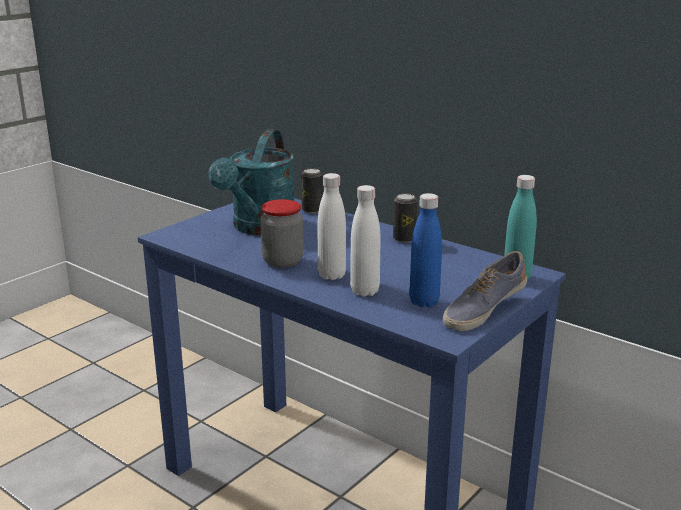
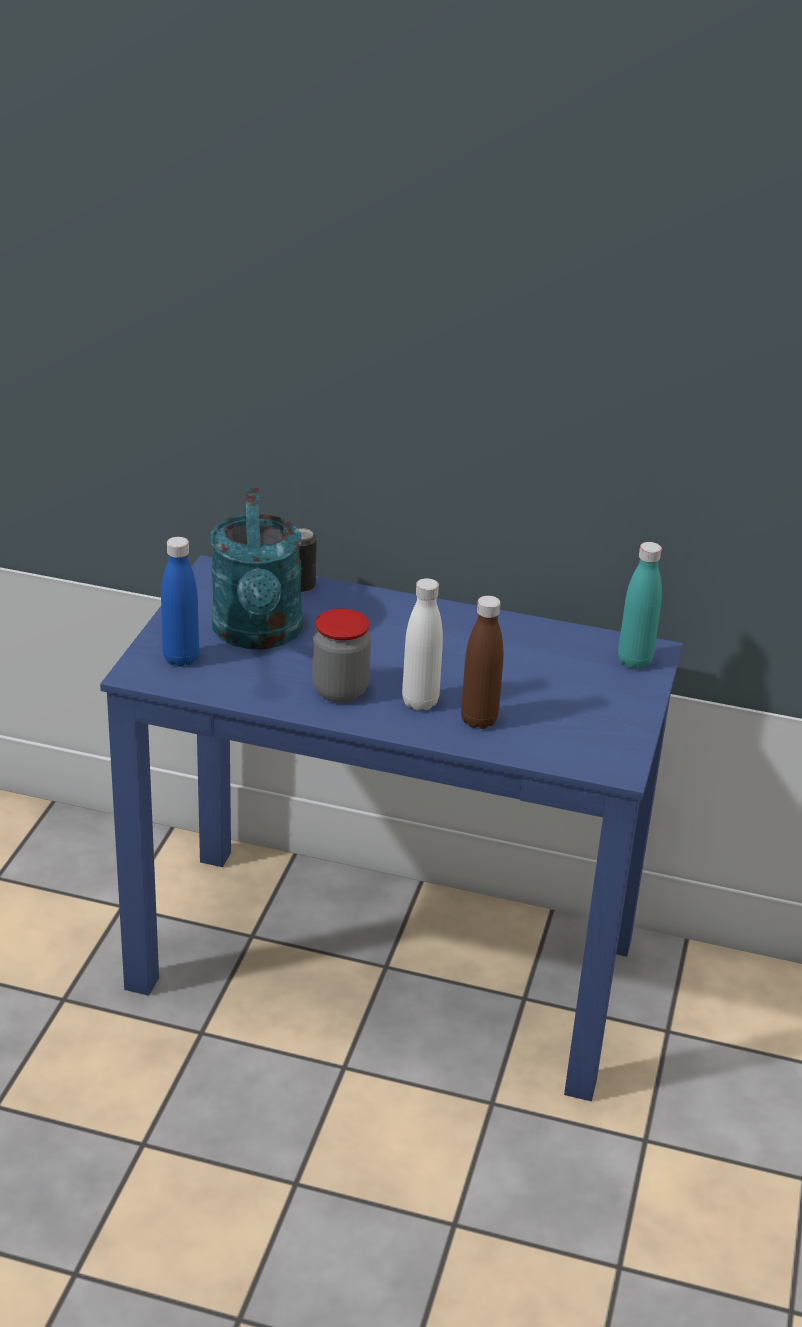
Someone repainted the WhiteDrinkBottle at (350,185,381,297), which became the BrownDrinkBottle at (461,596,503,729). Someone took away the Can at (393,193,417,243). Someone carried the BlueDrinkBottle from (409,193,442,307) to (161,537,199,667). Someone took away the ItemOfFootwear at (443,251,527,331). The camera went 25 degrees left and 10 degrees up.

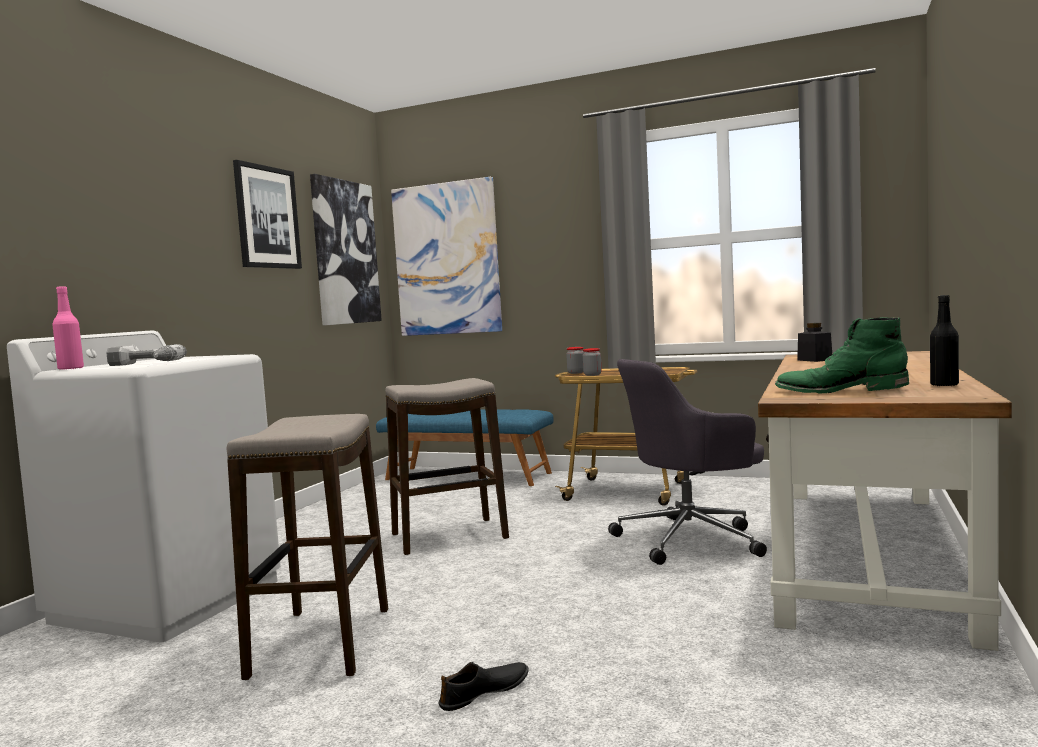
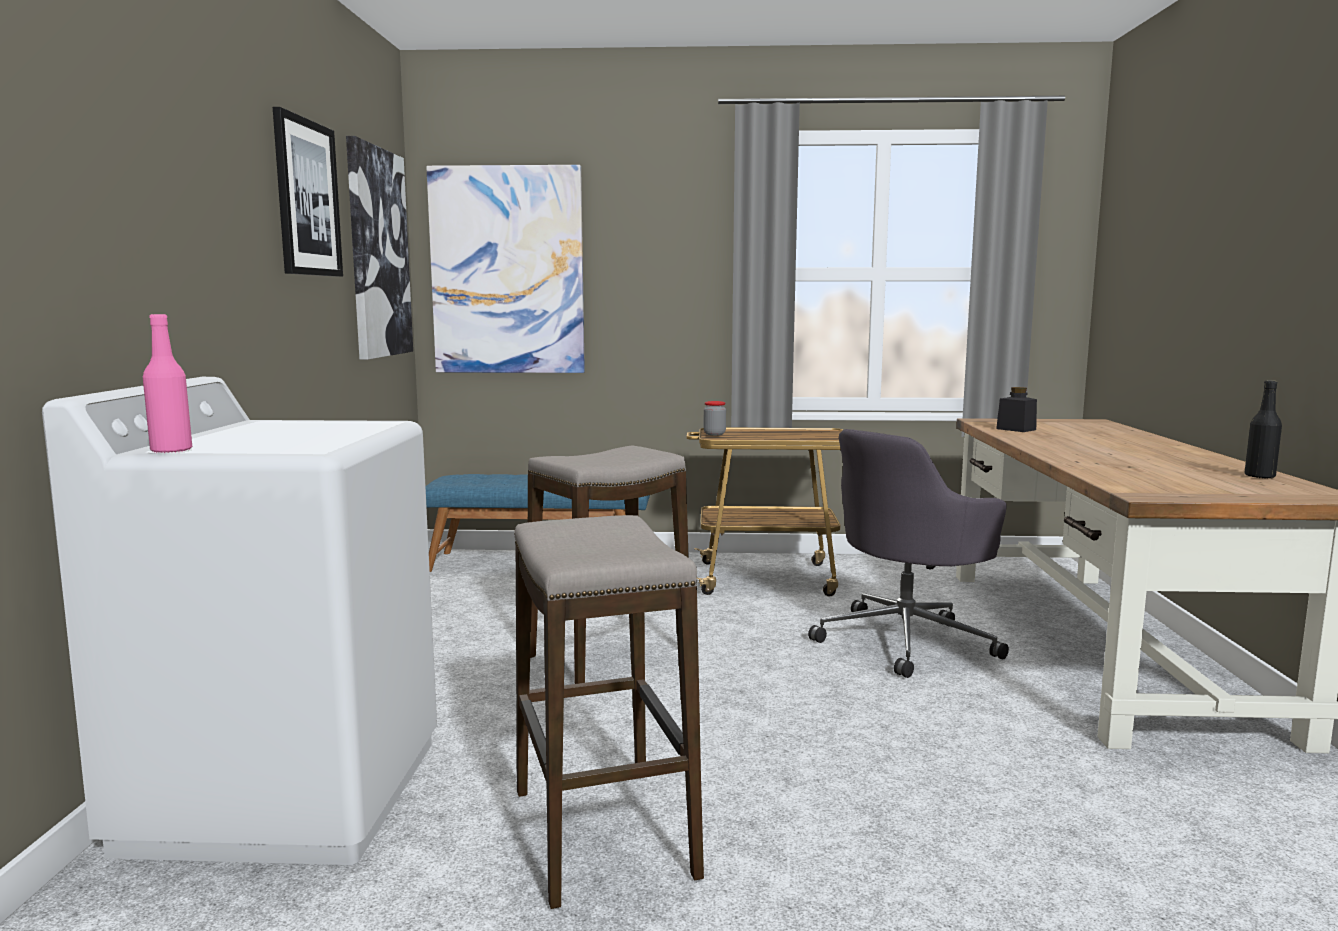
Someone took away the GreenColouredBoot at (775,317,909,393). Someone took away the Drill at (106,344,187,366). Someone took away the StorageJar at (583,348,602,376). Someone took away the BlackColouredItemOfFootwear at (439,662,529,711). The camera went 20 degrees left and 5 degrees up.

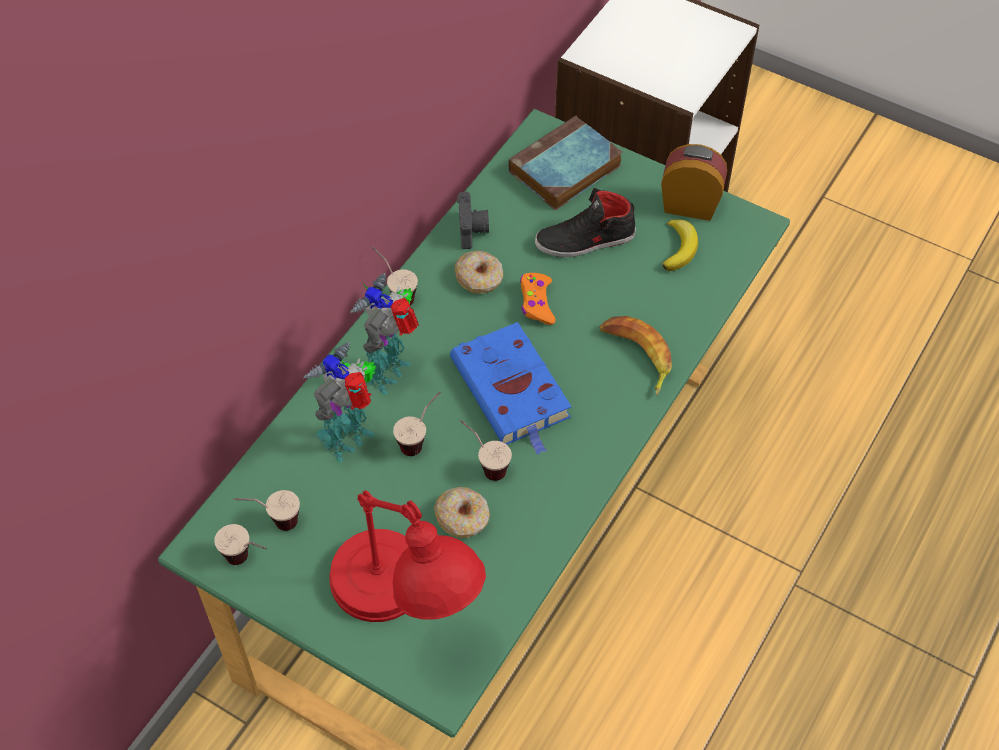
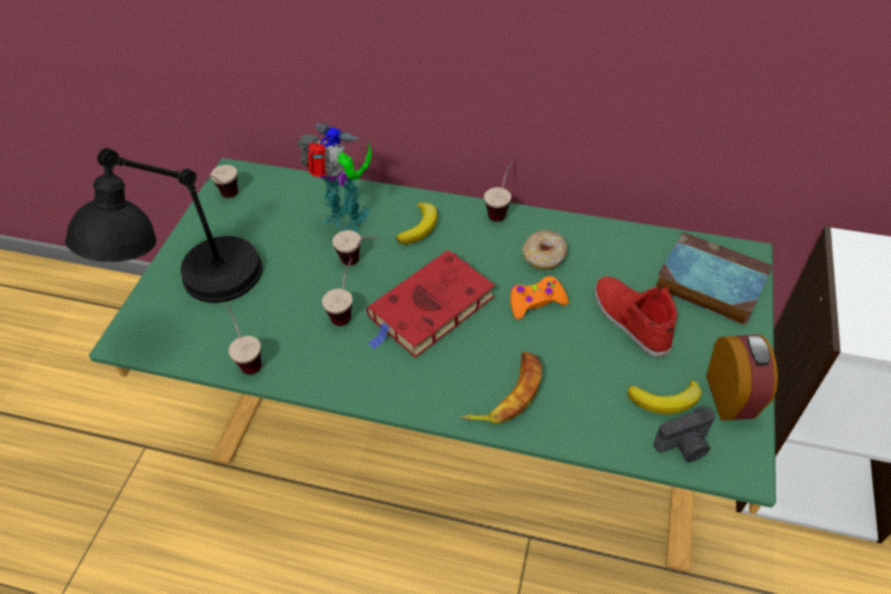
Someone repainted the BlackColouredItemOfFootwear at (535,188,636,257), which became the ReddishItemOfFootwear at (595,276,678,357). Someone carried the PhotoCamera from (457,192,489,249) to (654,406,715,462). Someone swapped the RobotFigure at (350,273,419,395) for the WholeBanana at (396,203,437,244). Someone repainted the BlueVolume at (450,322,572,455), which became the ReddishVolume at (366,250,495,358). Someone took away the Doughnut at (434,487,490,538). Someone carried the SmallCup from (234,490,300,531) to (228,305,262,375). Someone repainted the ReddishTabletopLamp at (330,490,486,622), which became the BlackColouredTabletopLamp at (65,148,263,303). The camera went 75 degrees right and 5 degrees down.

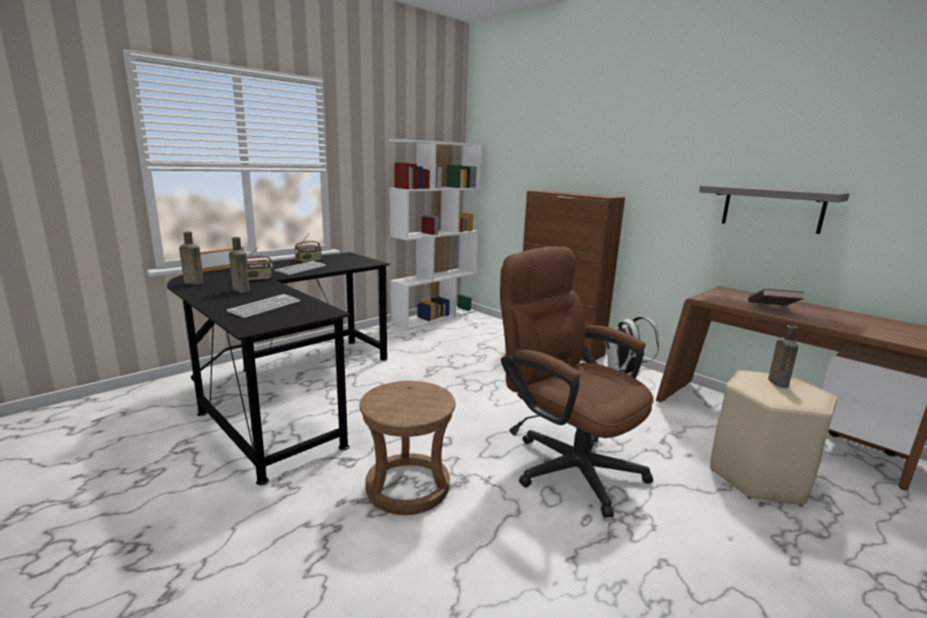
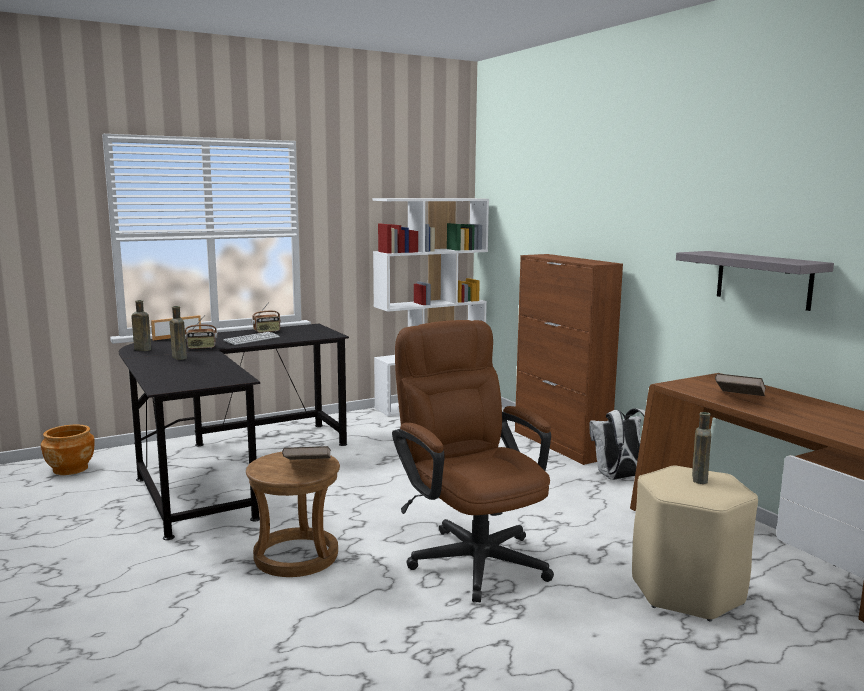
Someone took away the Keyboard at (227,294,300,318). Someone put down the BrownFlowerPot at (41,424,95,475). Someone put down the BrownVolume at (282,446,331,460). The camera went 15 degrees right and 5 degrees down.

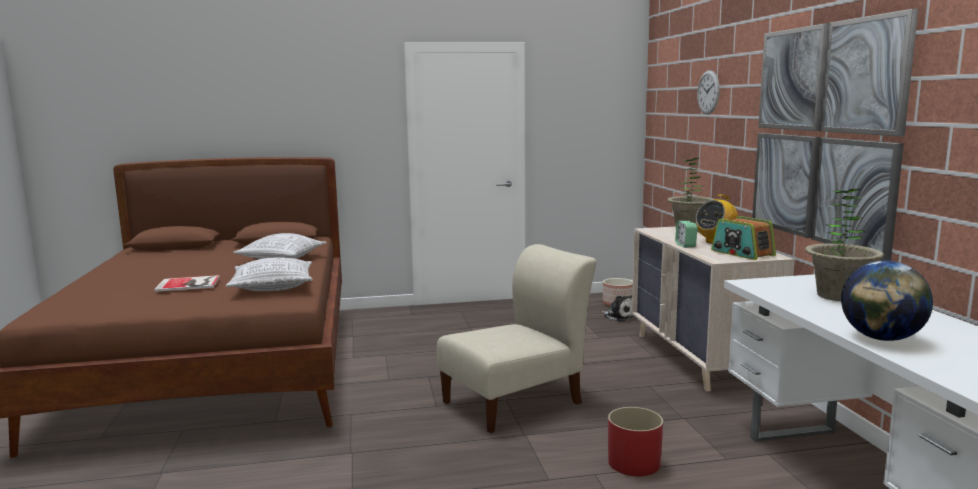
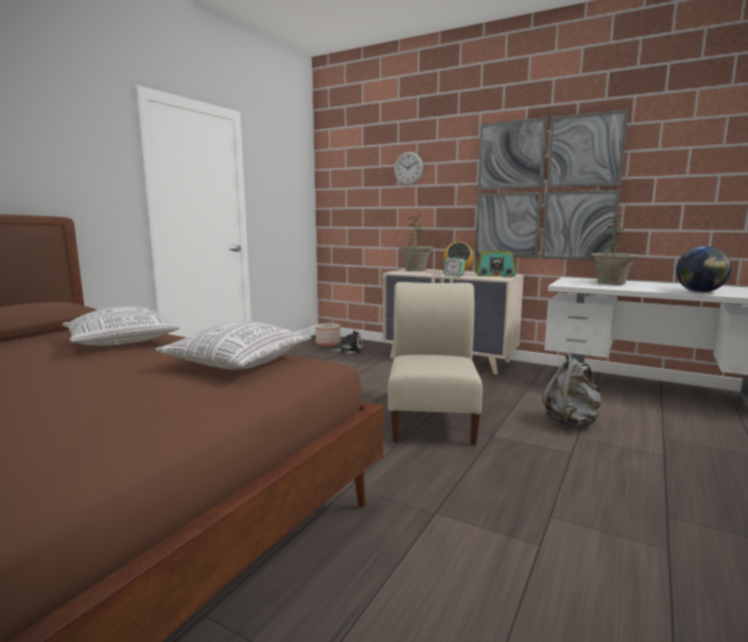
Someone took away the Volume at (154,275,220,292). Someone swapped the ReddishFlowerPot at (608,407,663,476) for the GreyKnapsack at (542,353,602,427). The camera went 50 degrees left and 0 degrees up.

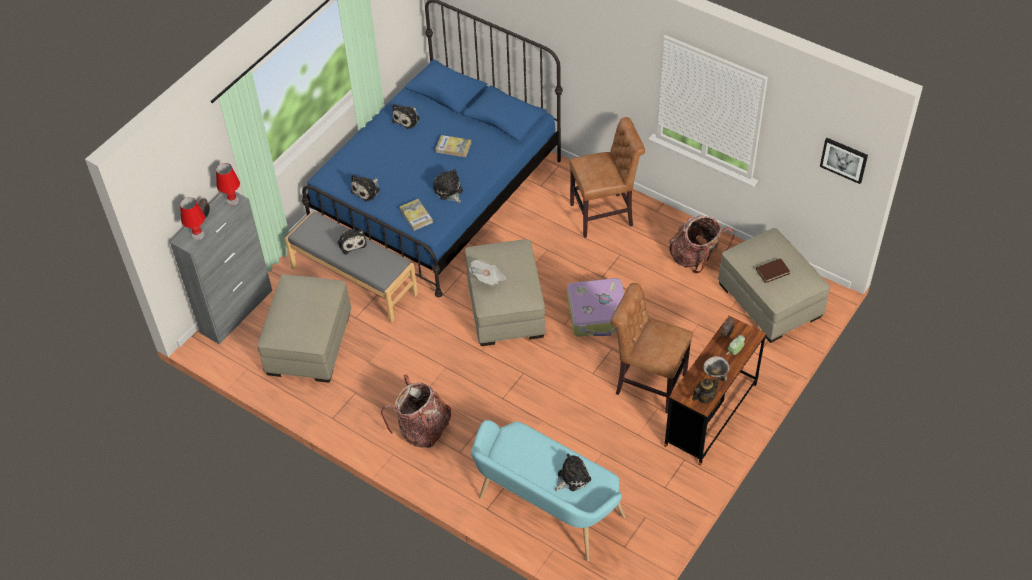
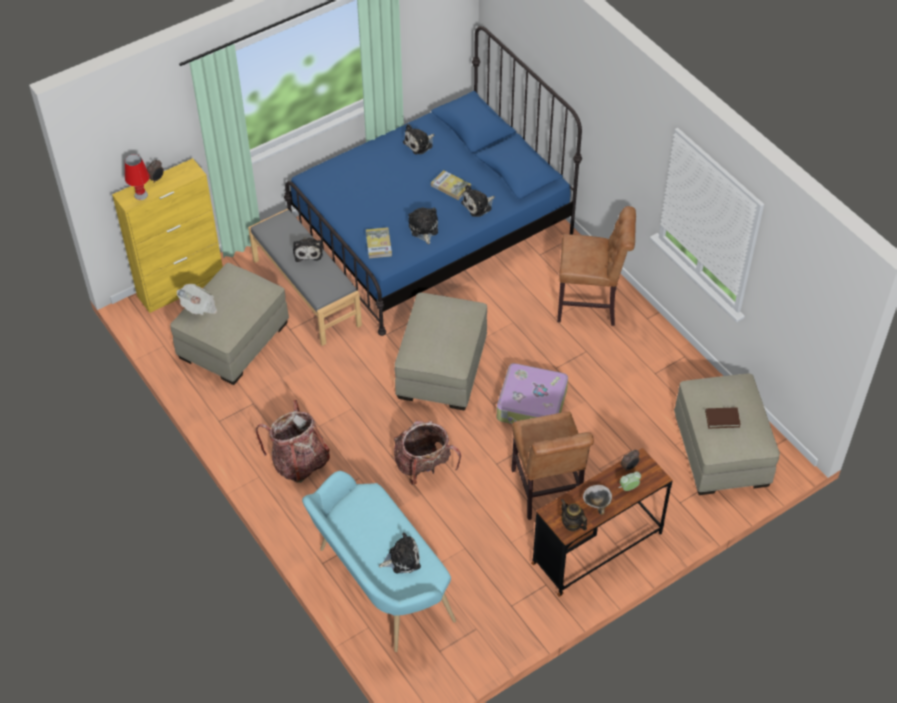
Someone took away the Picture at (820,138,868,184). Someone took away the ReddishTabletopLamp at (216,163,240,205). Someone carried the SoftToy from (351,174,380,202) to (461,185,495,217). Someone repainted the GreyCupboard at (170,192,272,344), which became the YellowCupboard at (112,158,223,313). Someone carried the Knapsack from (669,215,734,274) to (394,421,461,485). Someone carried the PrintedPaper from (469,260,507,286) to (177,284,217,315). Someone rotated the BrownChair at (611,283,693,414) by 150 degrees counterclockwise. Someone rotated the TeaPot at (692,377,720,403) by 120 degrees counterclockwise. The camera went 20 degrees right and 0 degrees up.

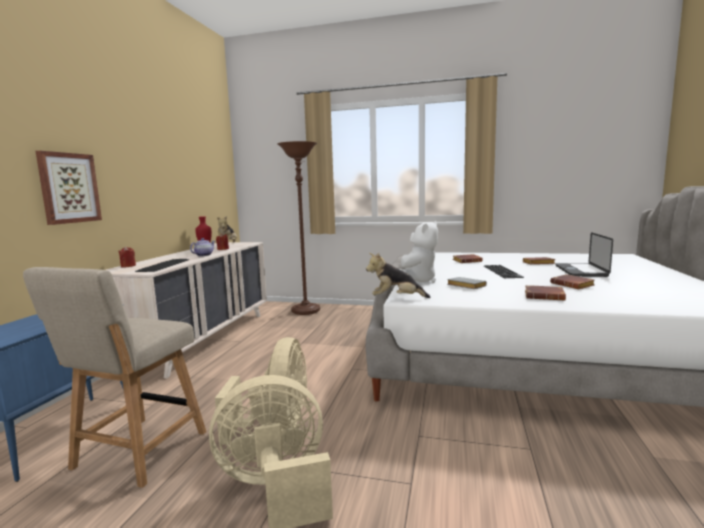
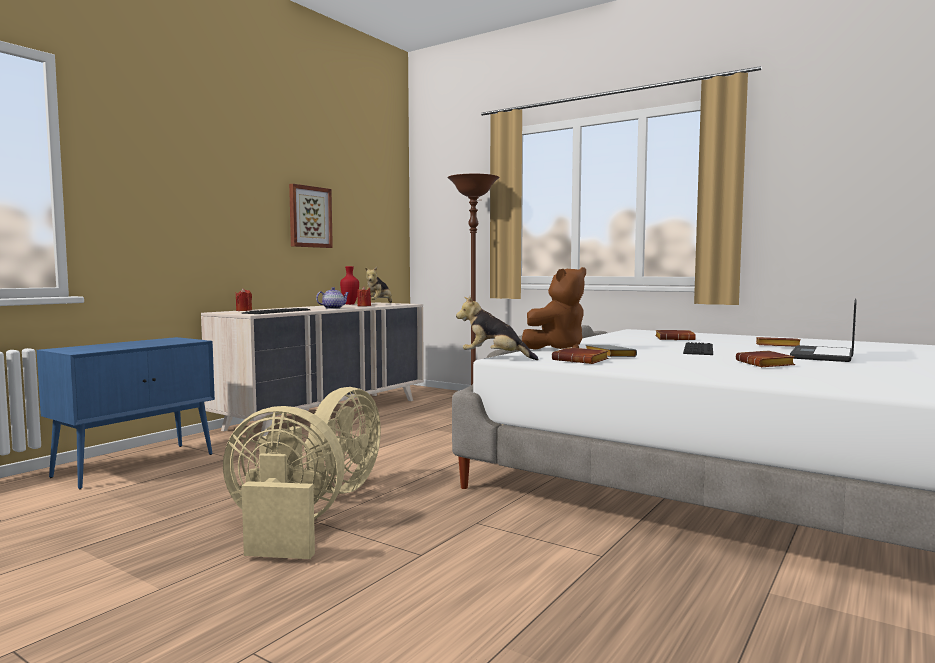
Someone carried the Picture from (36,151,102,225) to (289,184,333,248). Someone repainted the WhiteSoftToy at (400,221,438,283), which became the BrownSoftToy at (522,267,586,350). Someone took away the SandColouredChair at (23,267,207,488). Someone carried the BrownVolume from (525,285,566,301) to (552,347,608,364). The camera went 20 degrees right and 5 degrees down.

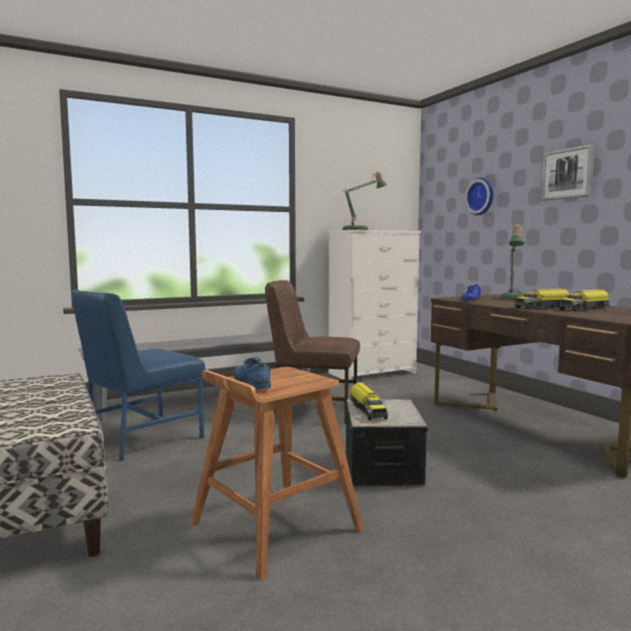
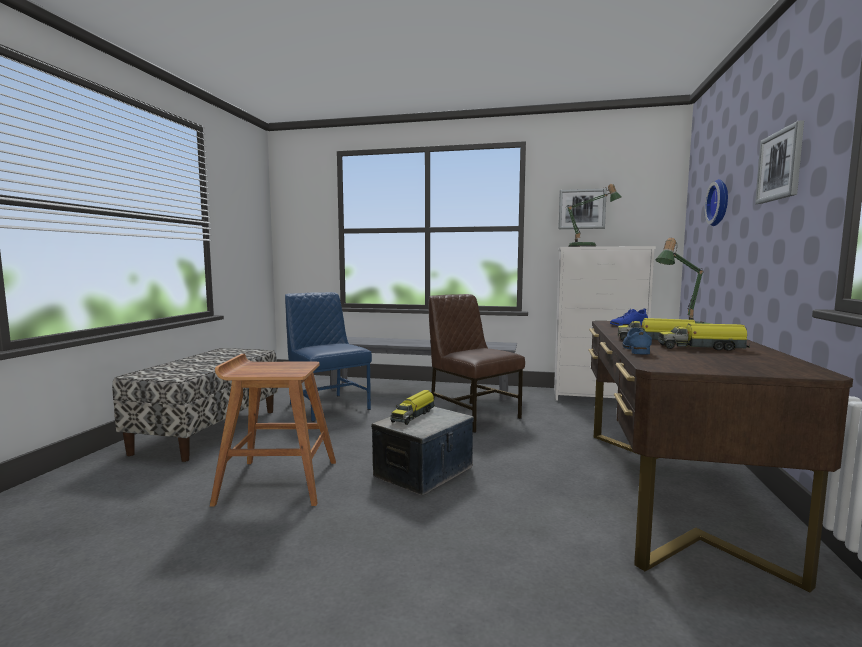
Someone rotated the BlueChair at (71,290,205,461) by 60 degrees clockwise. Someone carried the BlueItemOfFootwear from (233,357,271,389) to (622,328,652,355). Someone put up the Picture at (558,189,607,229). The camera went 40 degrees right and 0 degrees up.

